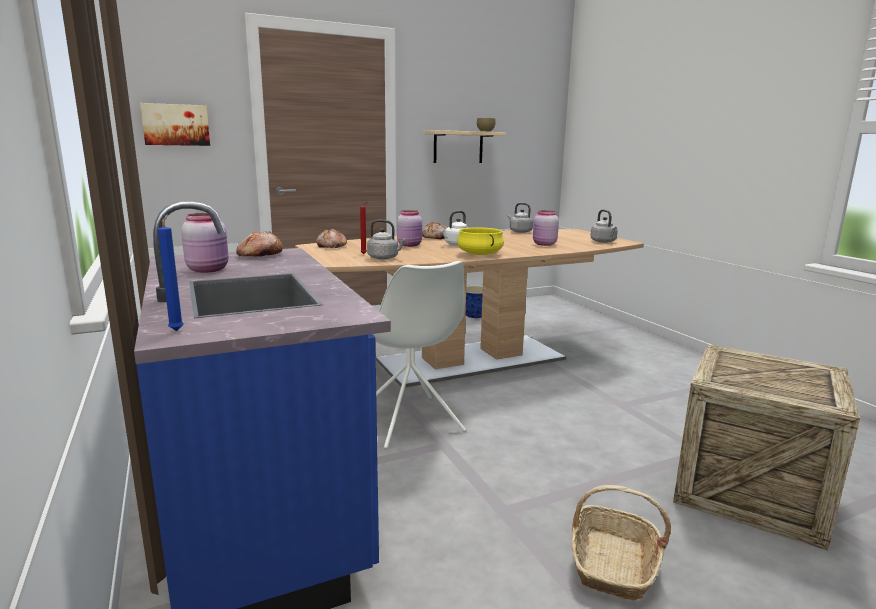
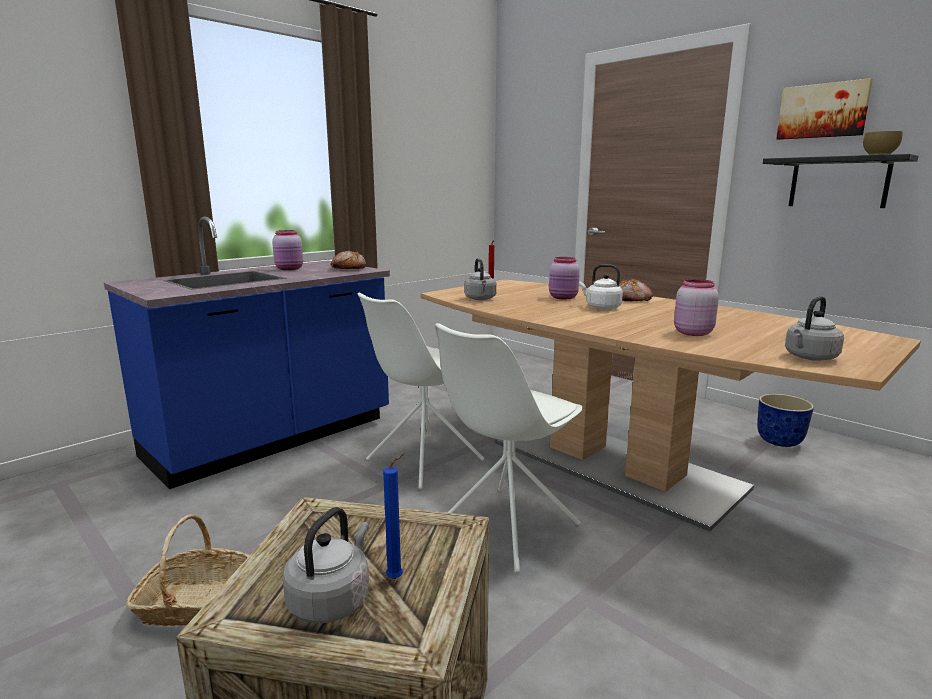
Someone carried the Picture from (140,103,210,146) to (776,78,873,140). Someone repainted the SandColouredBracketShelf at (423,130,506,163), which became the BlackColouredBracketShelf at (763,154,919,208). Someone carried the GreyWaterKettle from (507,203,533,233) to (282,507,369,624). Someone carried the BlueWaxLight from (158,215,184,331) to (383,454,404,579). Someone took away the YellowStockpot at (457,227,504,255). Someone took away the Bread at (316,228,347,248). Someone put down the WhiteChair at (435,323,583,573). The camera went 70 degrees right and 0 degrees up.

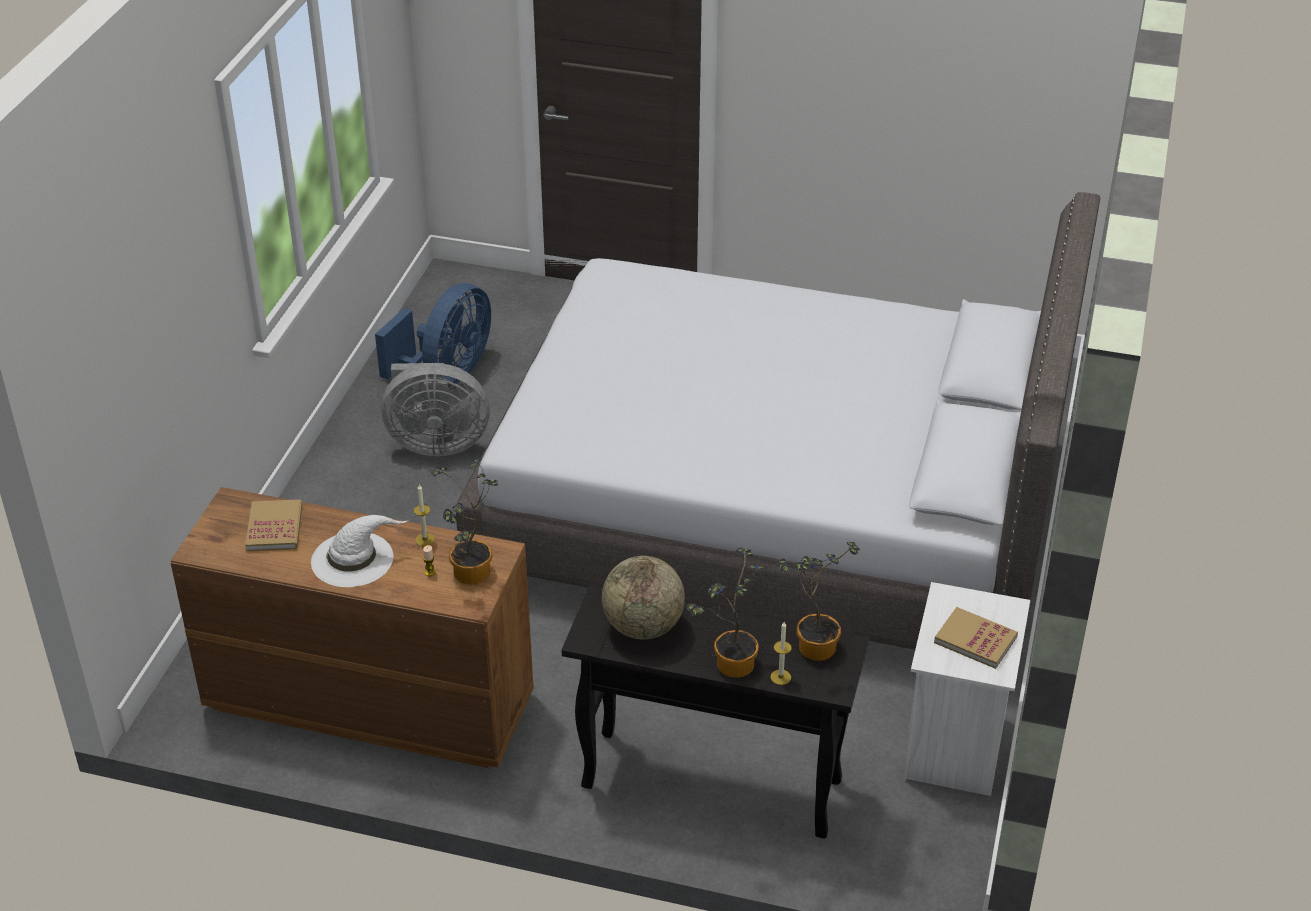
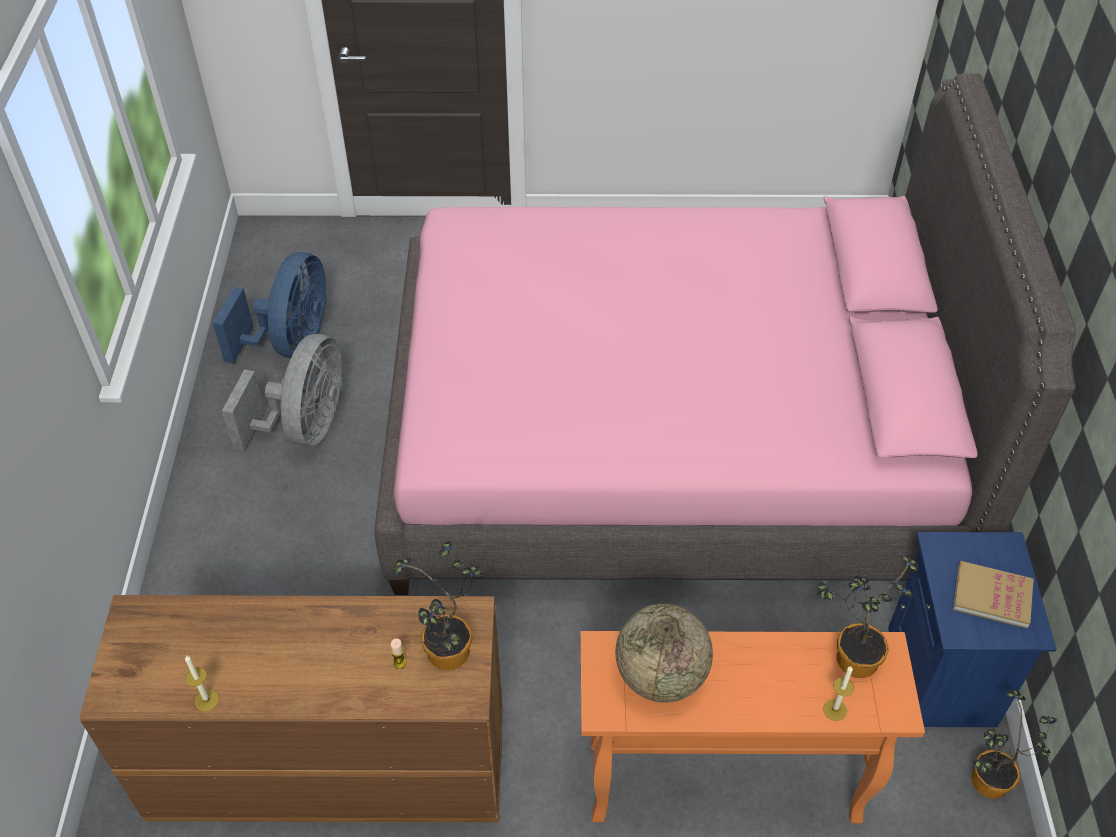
Someone repainted the GreyBedroomBed at (456,192,1100,664), which became the PinkColouredBedroomBed at (374,73,1076,595). Someone rotated the GreyElectricFan at (381,363,490,456) by 60 degrees counterclockwise. Someone carried the WaxLight from (414,484,435,546) to (185,656,219,712). Someone took away the Volume at (245,499,303,551). Someone took away the WhiteHat at (311,515,409,587). Someone carried the PlantInAPot from (687,547,766,678) to (972,690,1057,799). Someone repainted the WhiteBedsideTable at (903,582,1030,796), which became the BlueBedsideTable at (888,532,1057,727). Someone repainted the BlackColouredConsoleTable at (562,585,869,839), which became the OrangeColouredConsoleTable at (580,631,925,824). The camera went 15 degrees left and 10 degrees up.

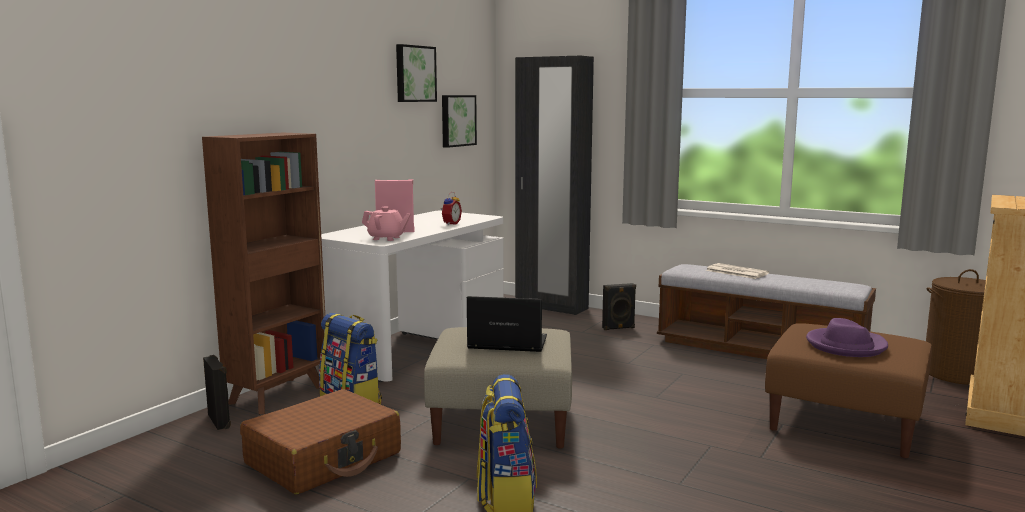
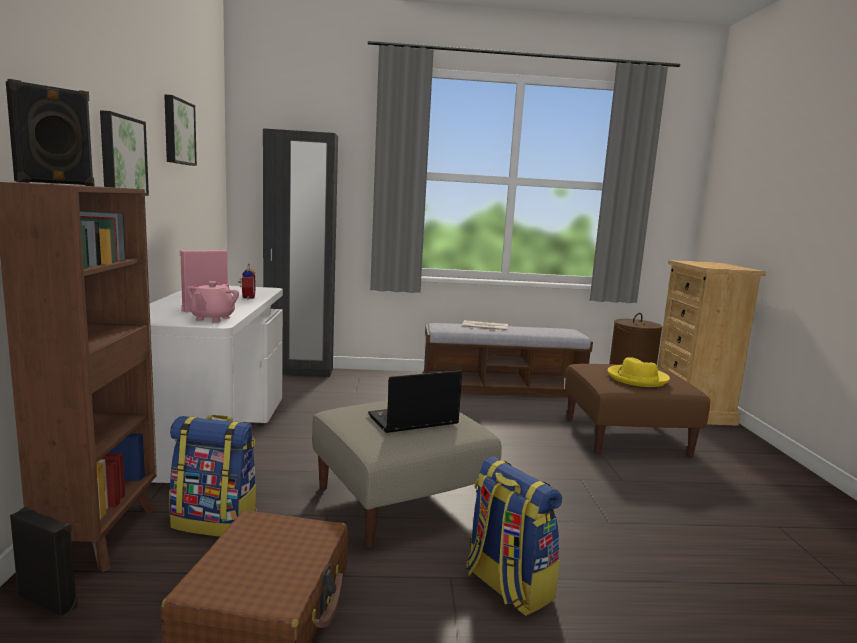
Someone carried the Picture from (442,95,477,148) to (100,110,149,196). Someone rotated the PinkColouredTeaPot at (362,206,411,241) by 120 degrees clockwise. Someone carried the BlackColouredSpeaker from (602,283,636,330) to (6,79,95,186). Someone repainted the PurpleColouredHat at (806,318,888,357), which became the YellowHat at (608,357,670,387). The camera went 35 degrees left and 0 degrees up.

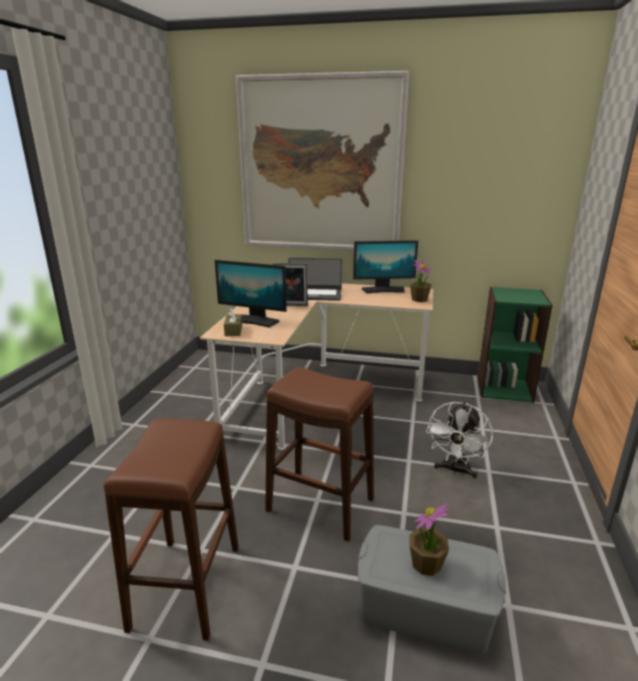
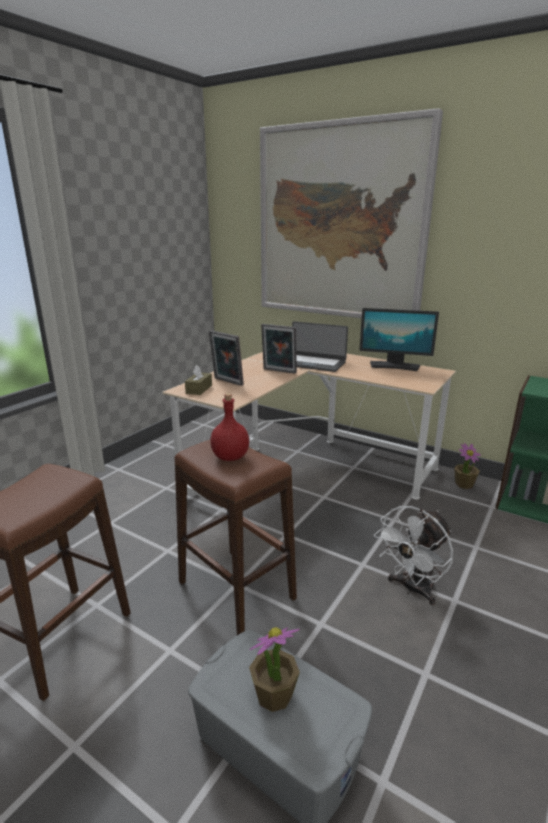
Someone swapped the Monitor at (215,260,287,327) for the PhotoFrame at (209,330,244,386). Someone carried the PlantInAPot from (410,260,432,302) to (454,443,481,489). Someone put down the ReddishDrinkBottle at (210,393,249,461). The camera went 20 degrees right and 0 degrees up.

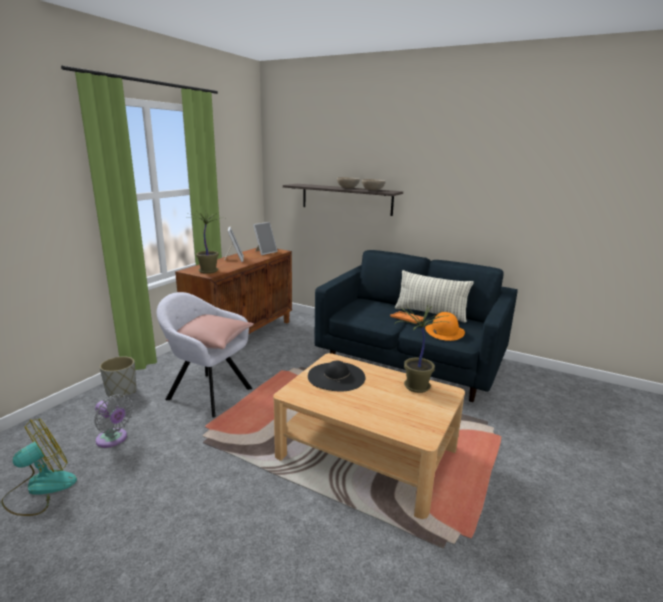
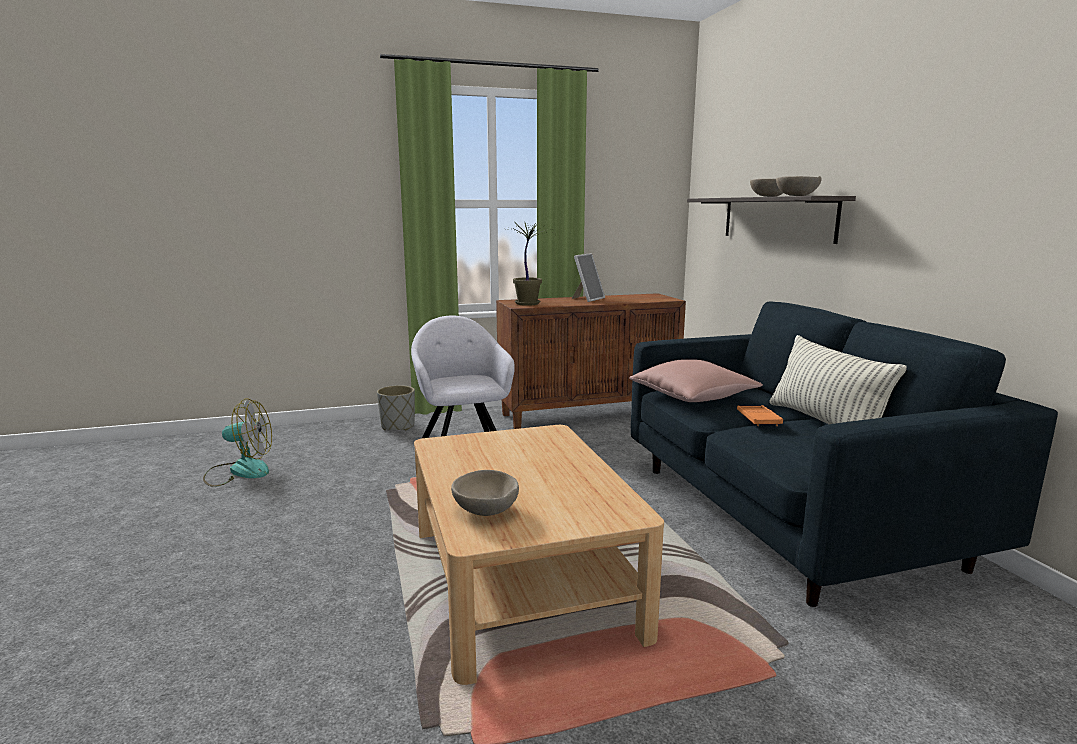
Someone took away the PhotoFrame at (253,222,278,255). Someone took away the PlantInAPot at (395,305,450,393). Someone took away the OrangeColouredHat at (425,312,465,341). Someone carried the PinkColouredPillow from (166,314,254,349) to (629,359,763,402). Someone took away the BlackColouredHat at (308,361,365,392). Someone took away the GreyElectricFan at (94,394,133,448). Someone put down the SandColouredDeepDish at (451,470,519,516). The camera went 45 degrees right and 5 degrees down.

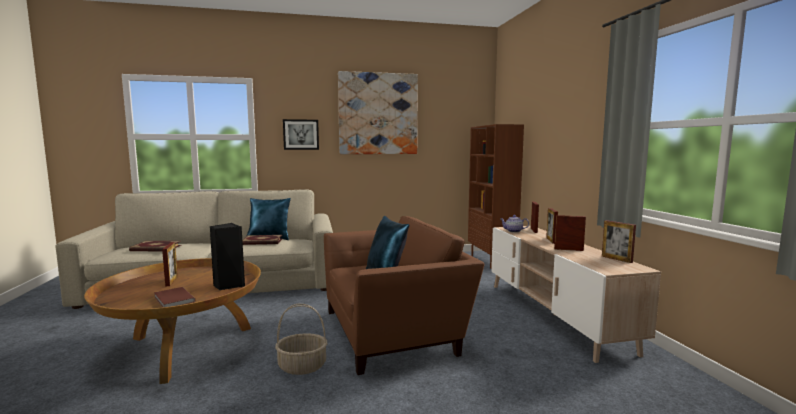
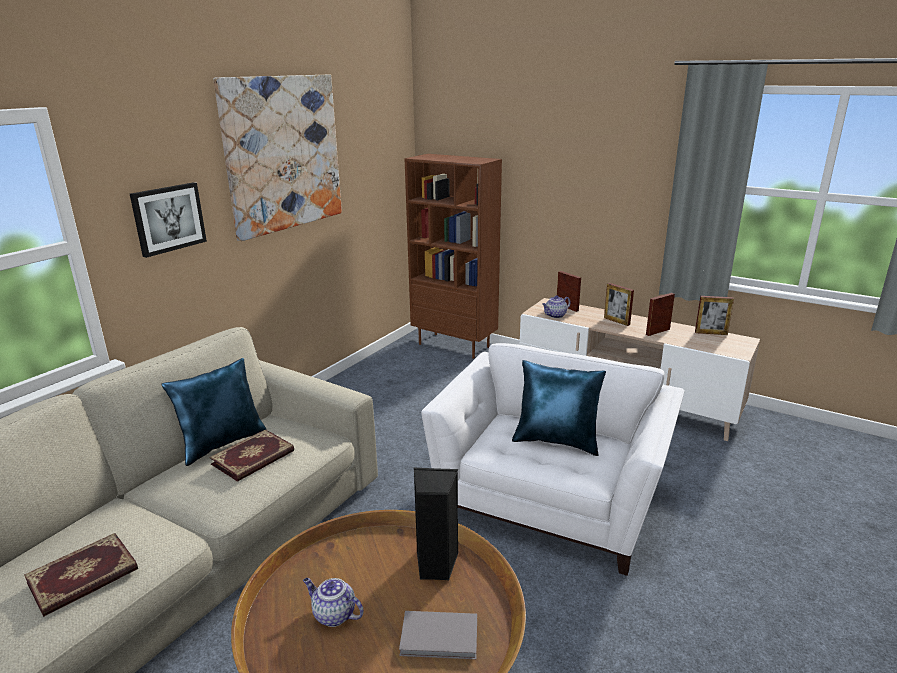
Someone repainted the BrownEasyChair at (324,216,485,375), which became the WhiteEasyChair at (421,343,684,576). Someone swapped the PhotoFrame at (162,242,178,287) for the TeaPot at (303,578,363,627). Someone repainted the BrownVolume at (154,287,196,307), which became the GreyVolume at (399,611,477,659). Someone took away the Basket at (275,304,327,375). The camera went 45 degrees left and 15 degrees up.

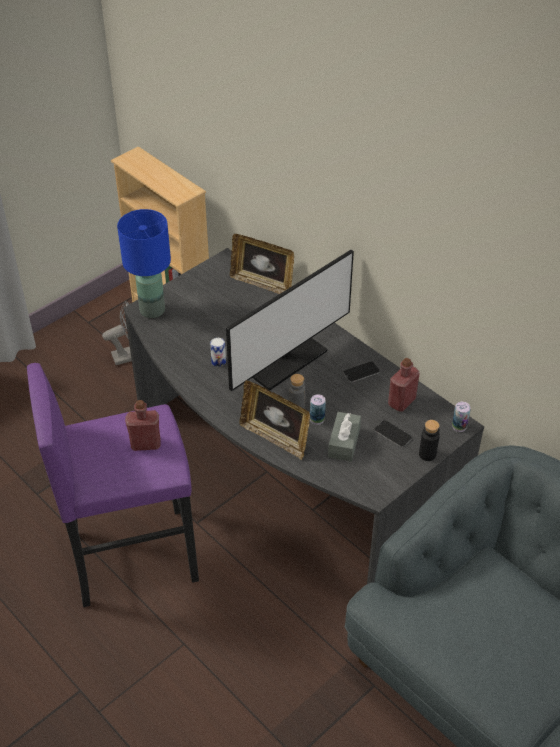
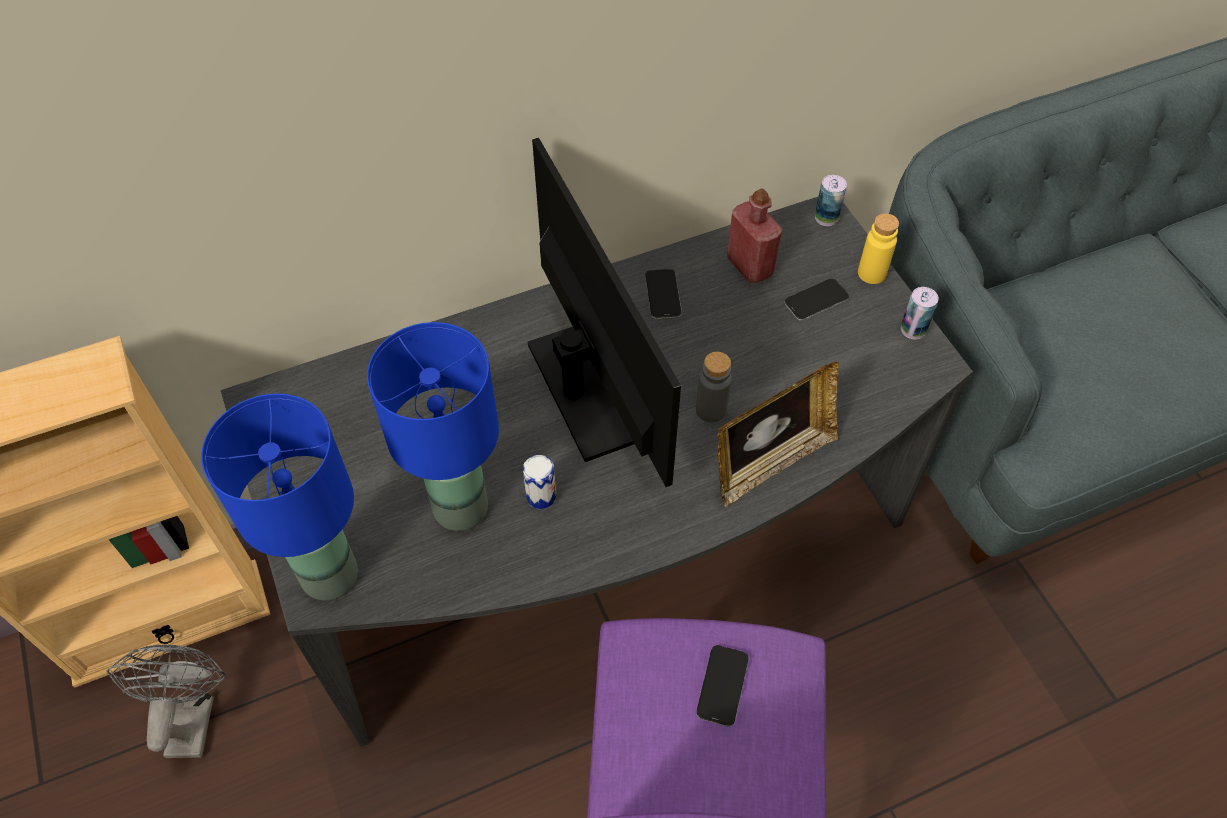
Someone took away the PhotoFrame at (230,234,294,294). Someone carried the Can from (310,394,326,425) to (901,287,939,339). Someone swapped the ReddishDrinkBottle at (125,400,160,451) for the Phone at (696,645,749,727). Someone took away the GreyBoxOfTissues at (328,412,361,462). Someone repainted the BlackColouredDrinkBottle at (419,420,440,461), which became the YellowDrinkBottle at (858,213,899,284). Someone put down the BlueTabletopLamp at (367,322,499,531). The camera went 70 degrees left and 10 degrees up.

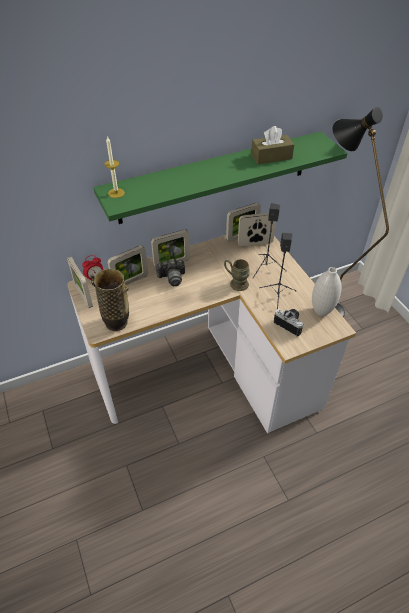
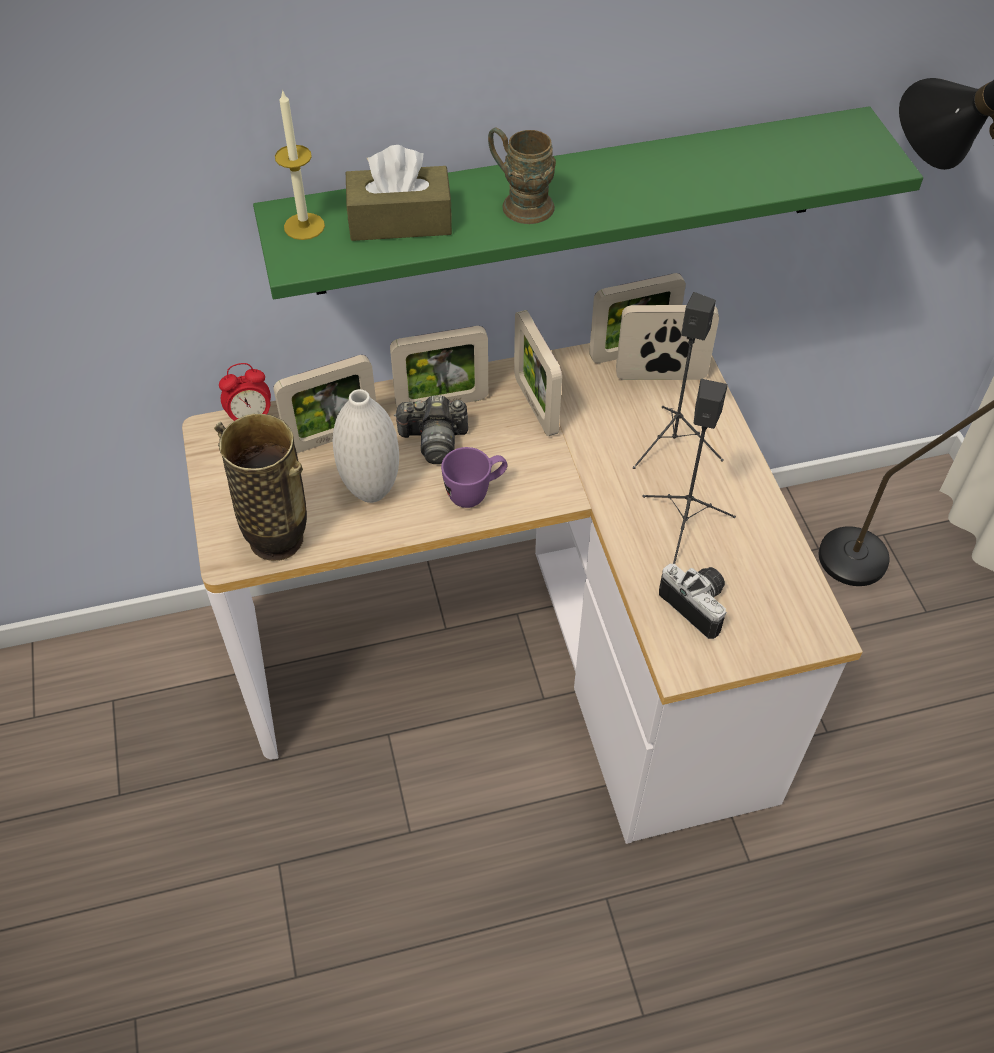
Someone carried the BrownBoxOfTissues from (251,126,294,164) to (346,145,452,241). Someone carried the PhotoFrame from (67,256,93,308) to (514,310,562,436). Someone carried the BrownCoffeeMug from (224,259,250,291) to (488,127,556,224). Someone carried the WhiteFlowerVase from (312,267,342,316) to (333,389,399,503). Someone put down the PurpleColouredCoffeeMug at (441,447,508,508). The camera went 10 degrees right and 5 degrees up.

